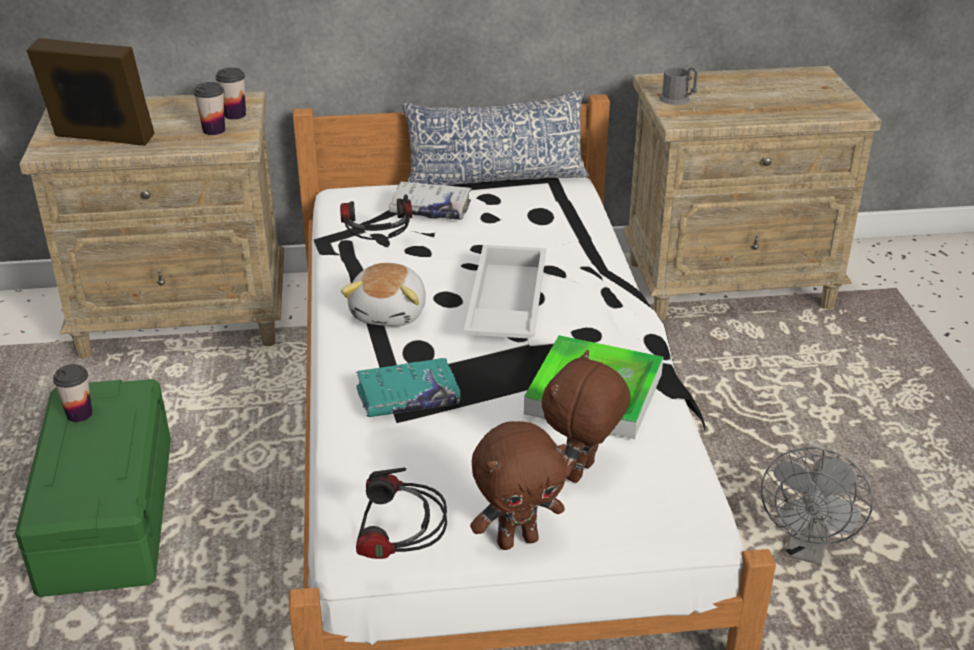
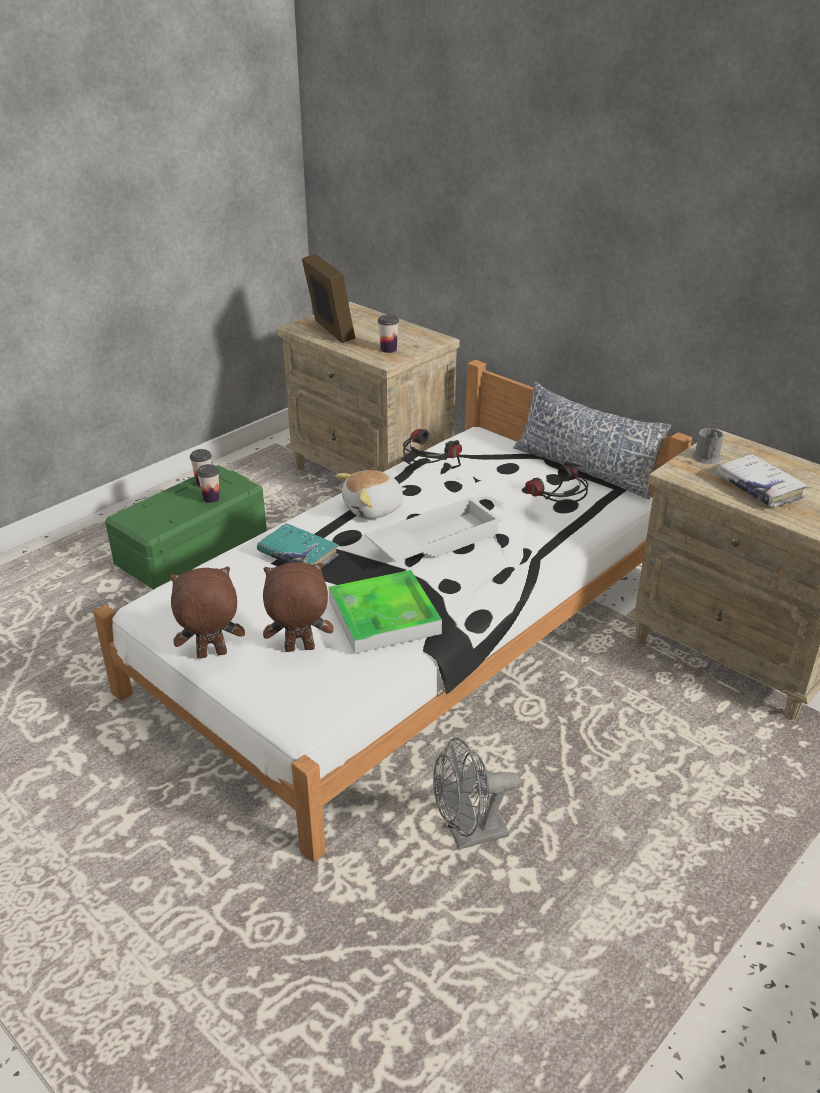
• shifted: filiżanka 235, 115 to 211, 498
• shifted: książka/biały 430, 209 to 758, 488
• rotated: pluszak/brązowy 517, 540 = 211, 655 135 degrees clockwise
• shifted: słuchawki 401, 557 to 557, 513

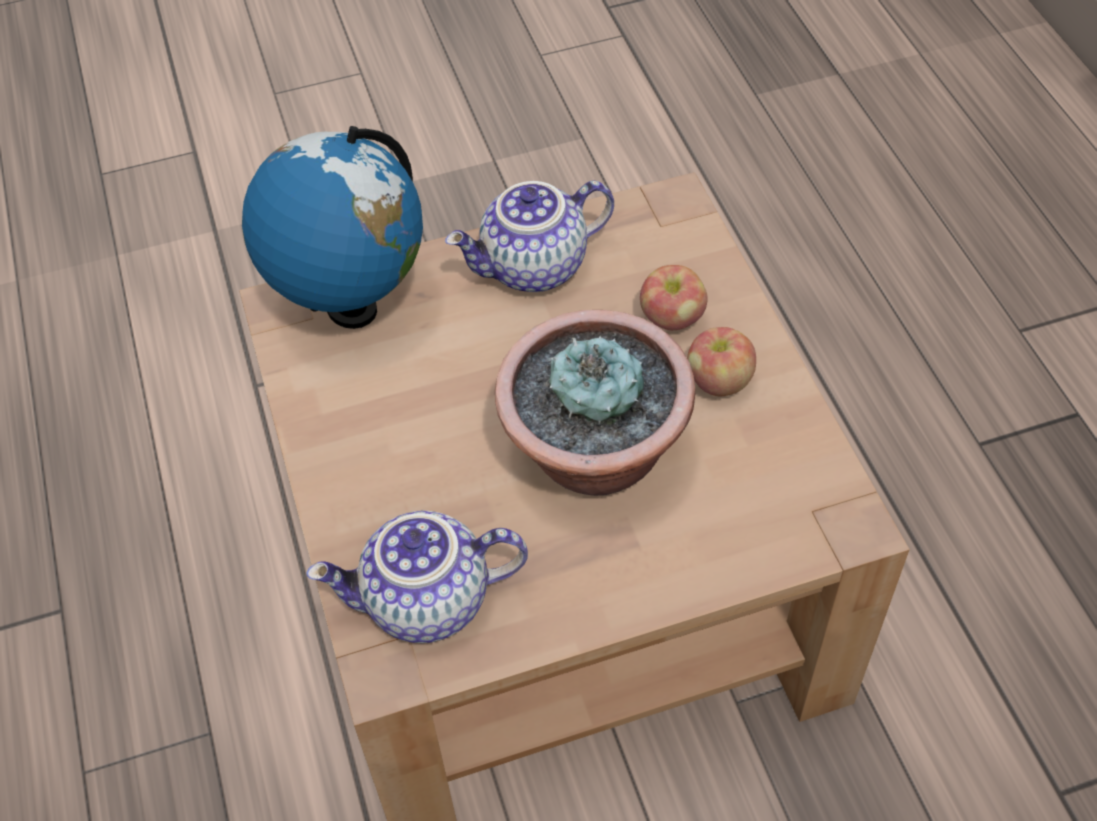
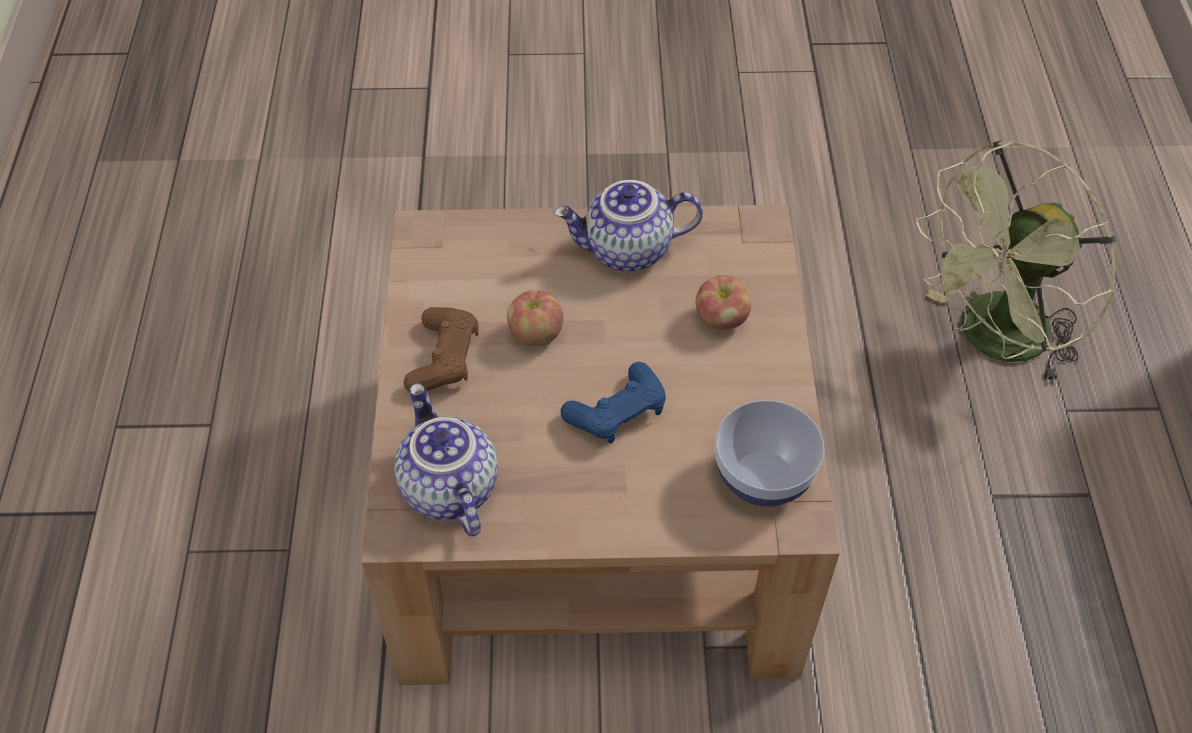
• gone: globus 351, 308
• swapped: roślina doniczkowa 594, 457 to pad do gier/niebieski 617, 412
• shifted: jabłko 719, 381 to 535, 334
• rotated: imbryk 426, 603 = 447, 488 60 degrees clockwise
• new: wentylator/zielony 992, 341
• new: pad do gier/brązowy 444, 358
• new: miska 763, 478

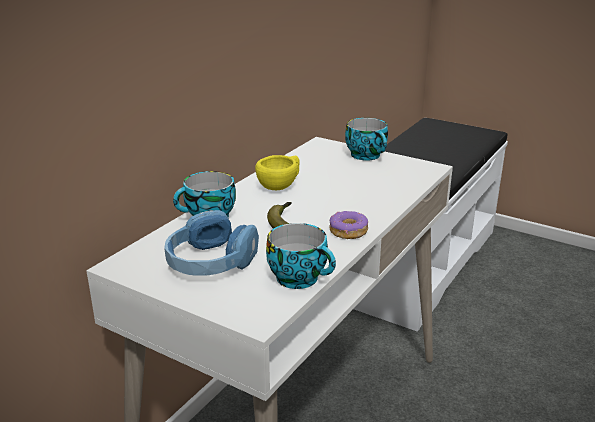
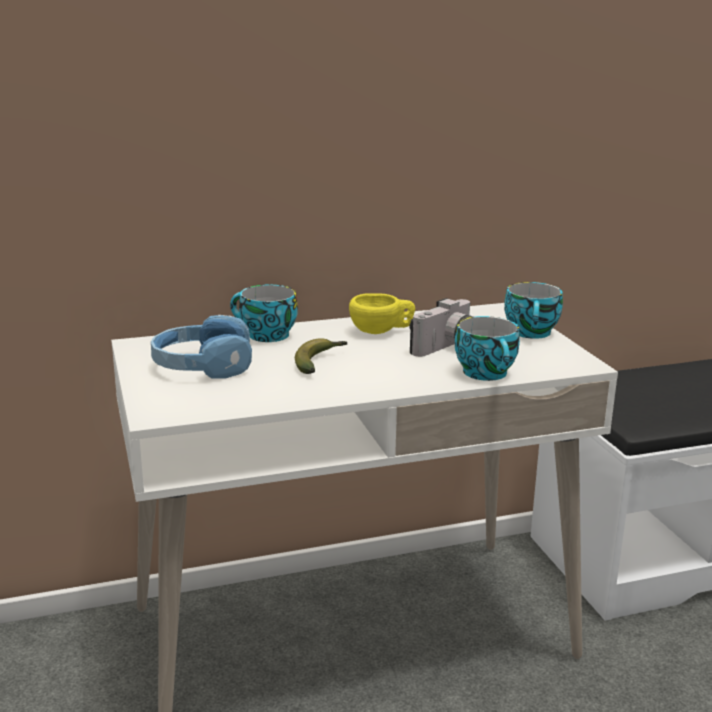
• gone: donut 348, 231
• shifted: filiżanka 300, 278 to 488, 373
• new: aparat fotograficzny 450, 348

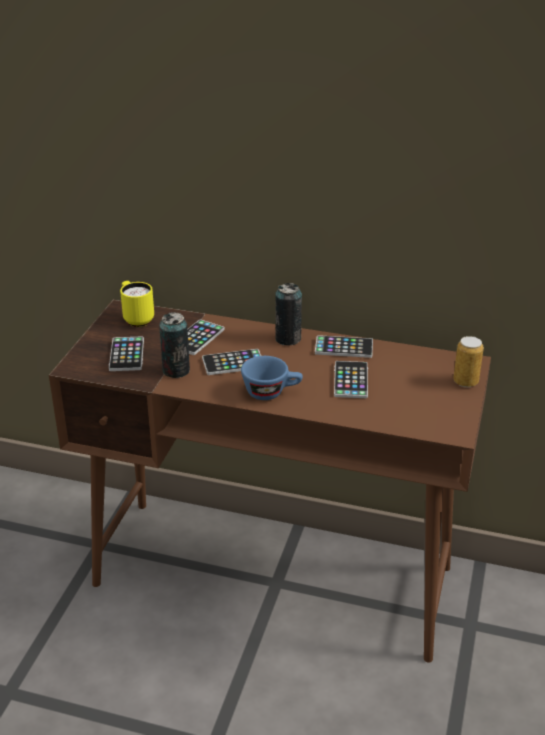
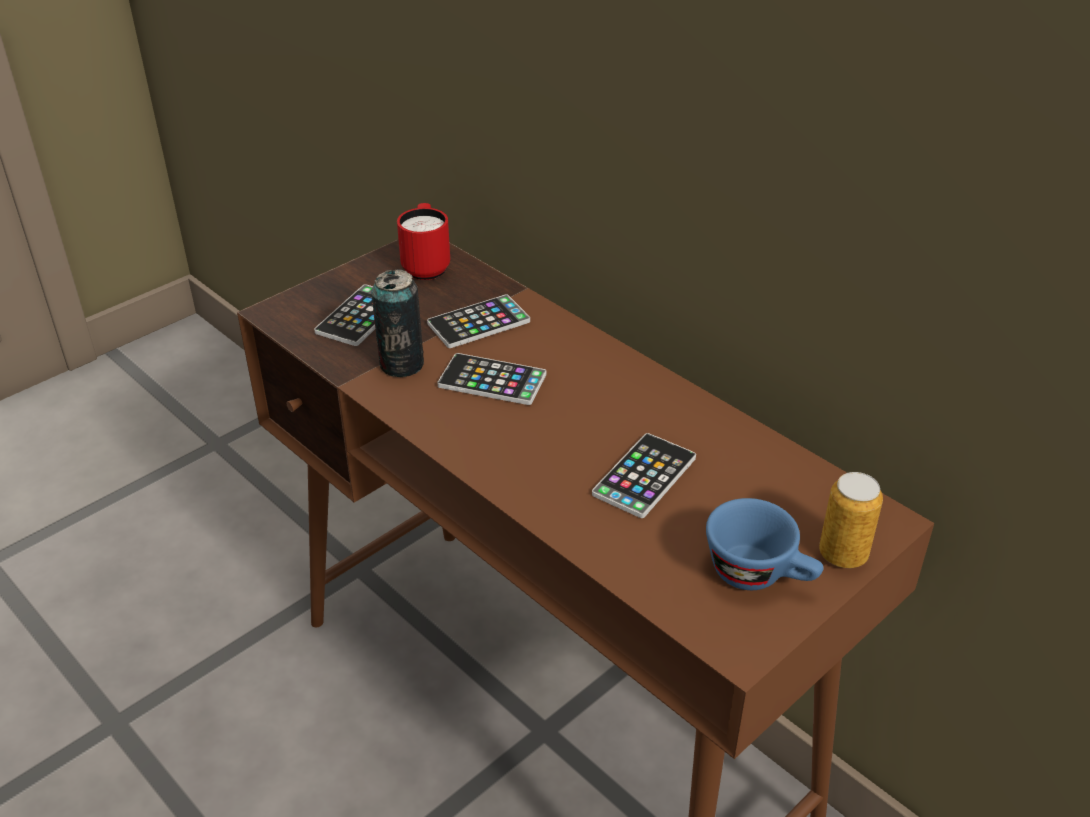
• repainted: kubek/żółty 136, 318 to kubek/czerwony 426, 265
• gone: puszka 288, 339
• gone: telefon 344, 347
• shifted: filiżanka/niebieski 271, 392 to 760, 574

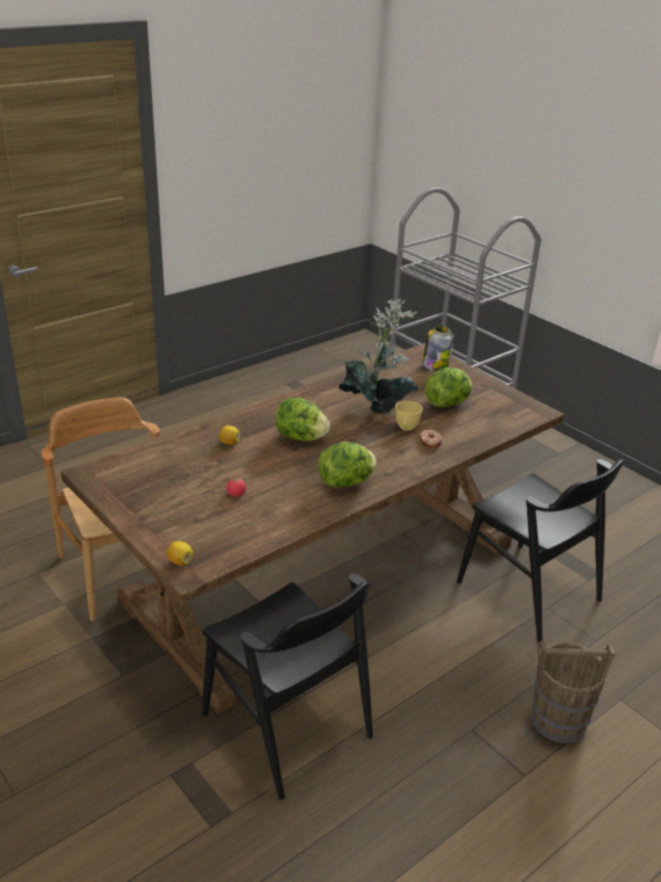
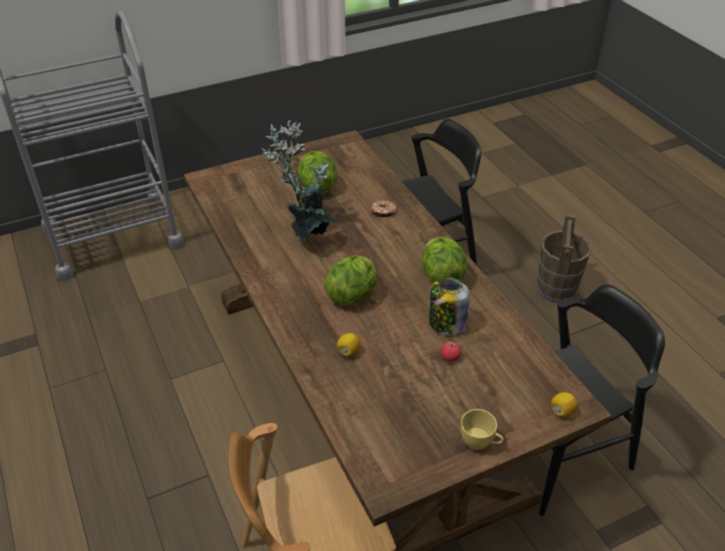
• shifted: słoik 435, 365 to 447, 324
• shifted: filiżanka/żółty 406, 428 to 480, 443

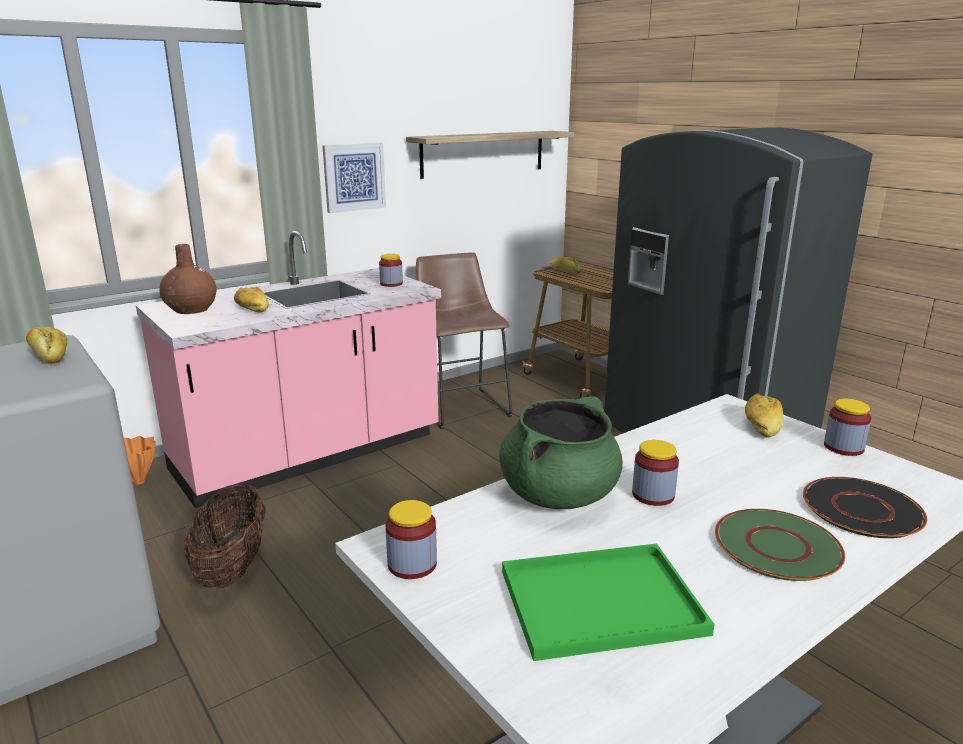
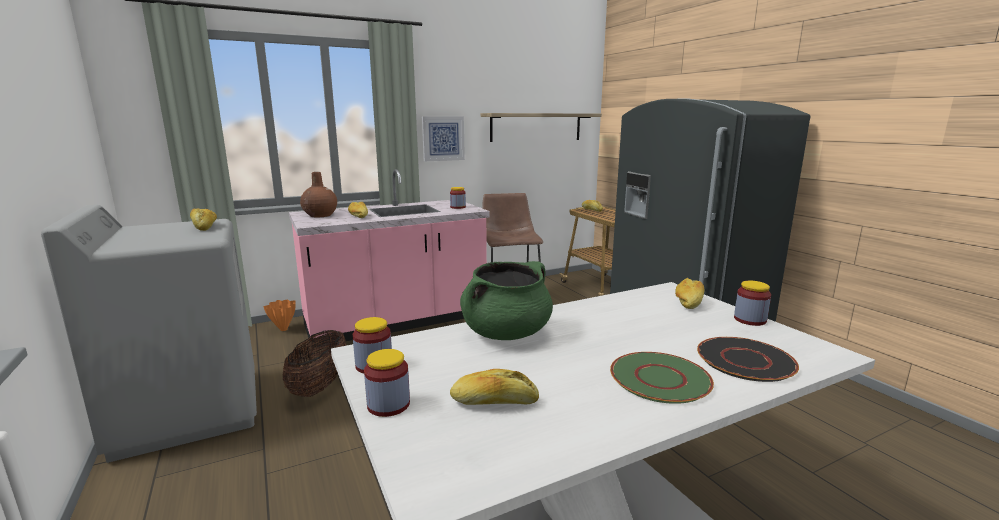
• shifted: słoik 653, 495 to 388, 405
• swapped: taca/zielony 597, 603 to chleb 494, 402

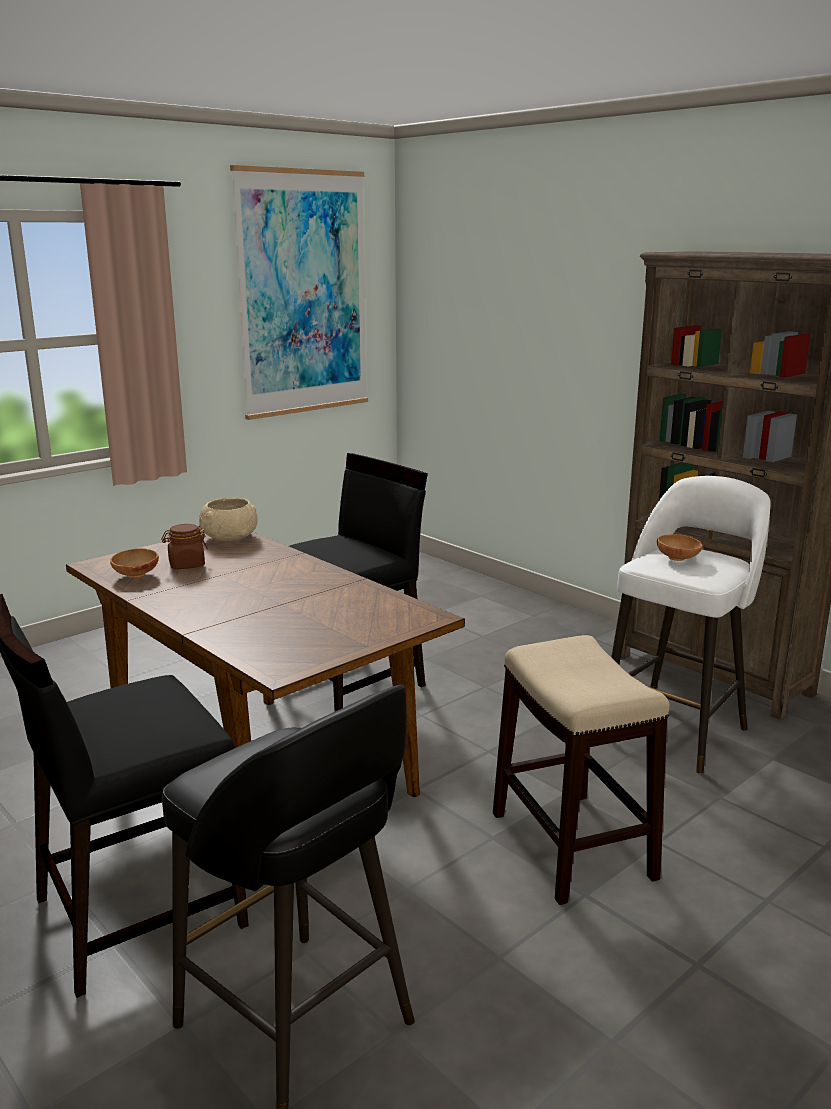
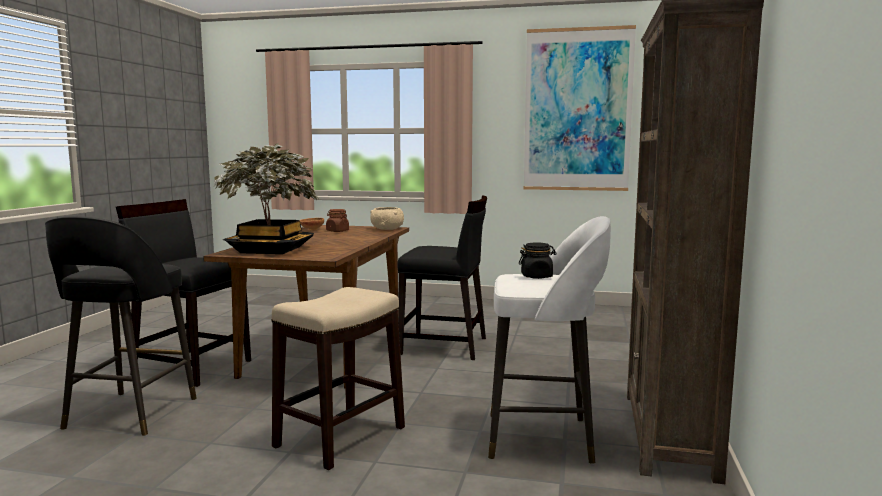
• swapped: miska/brązowy 678, 559 to słoik/czarny 537, 276
• new: roślina doniczkowa 270, 250

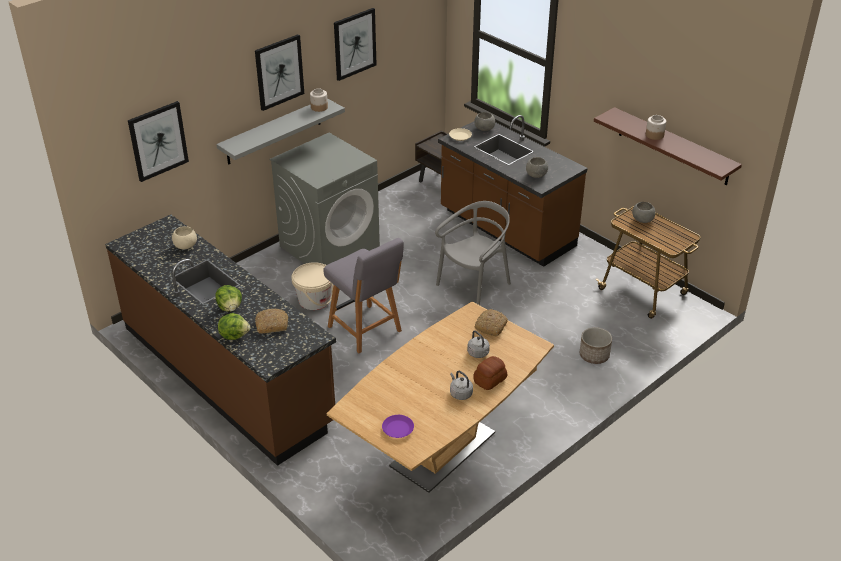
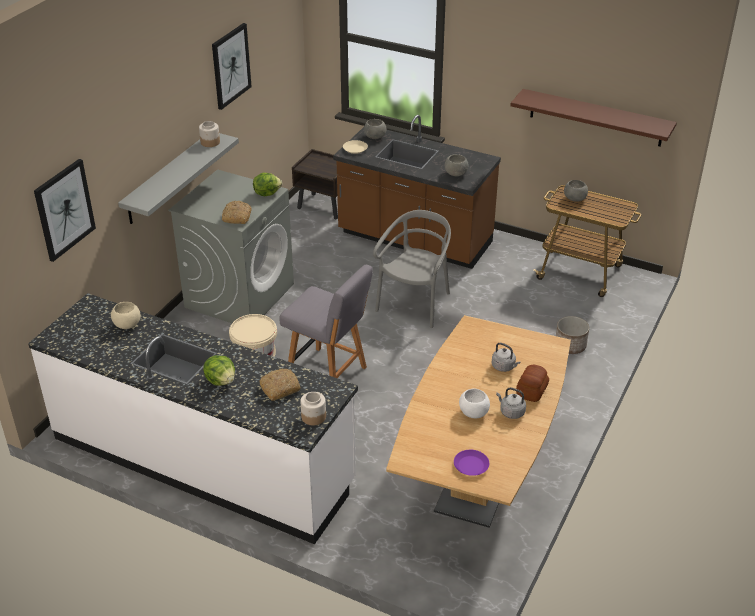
• gone: obraz 279, 72
• shifted: słoik 654, 135 to 313, 417
• repainted: zabudowa kuchenna/brązowy 227, 374 to zabudowa kuchenna/biały 203, 460
• shifted: chleb 491, 326 to 237, 217
• shifted: sałata 234, 335 to 267, 193
• new: miska/biały 473, 413

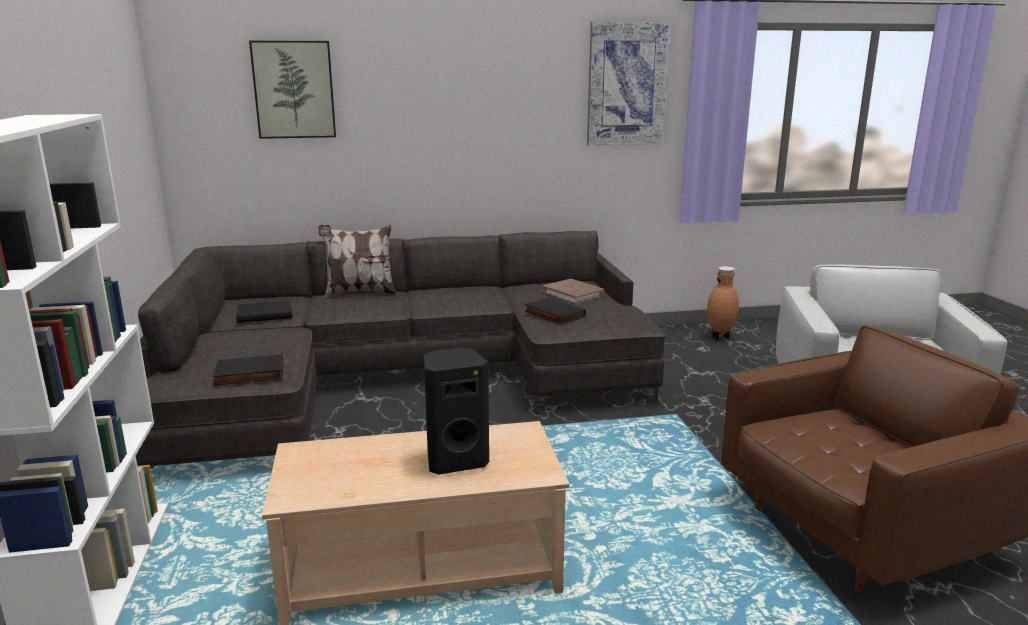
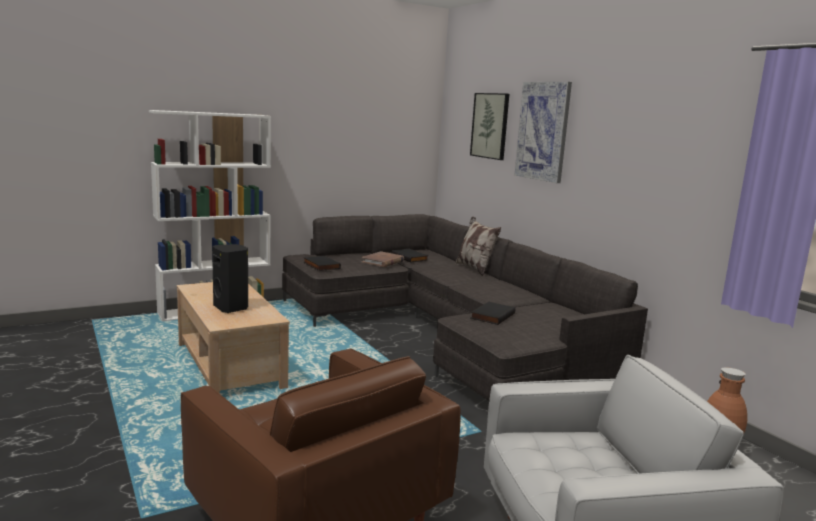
• shifted: obraz 626, 84 to 543, 131
• shifted: książka/brązowy 573, 294 to 383, 261

